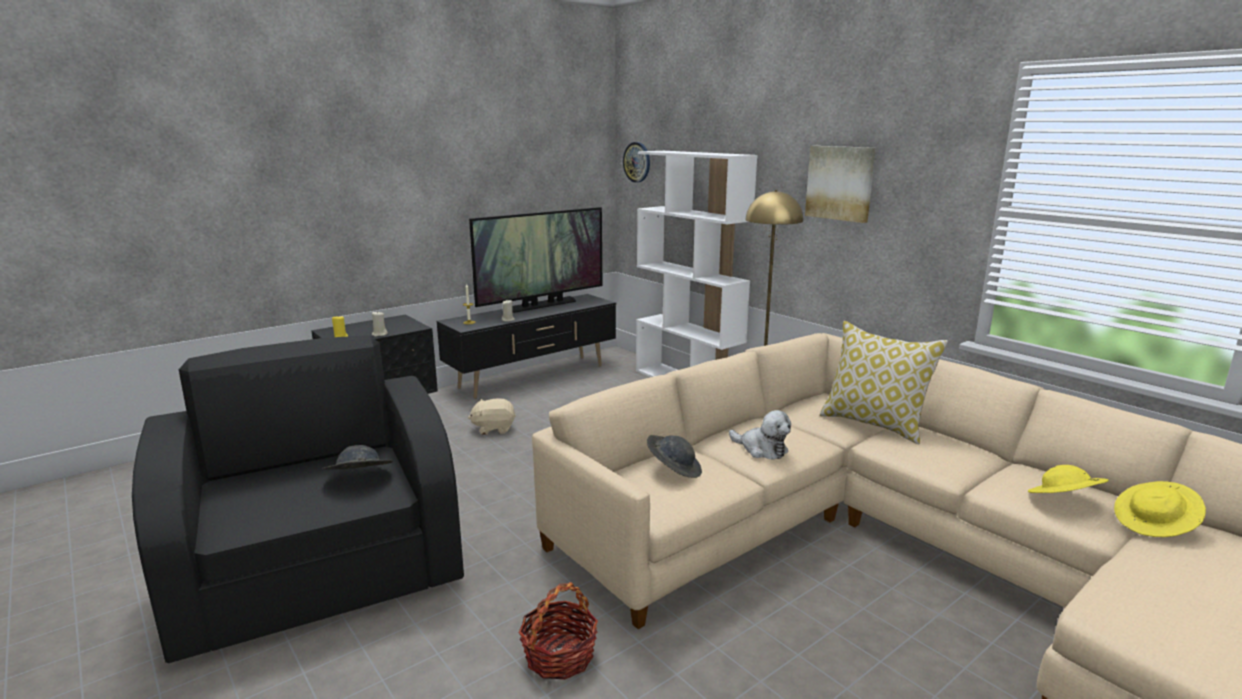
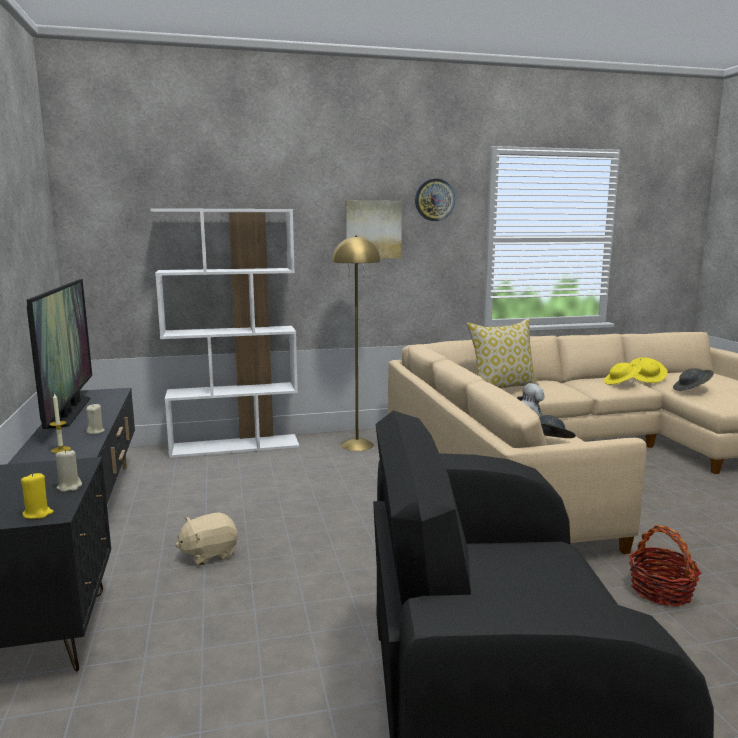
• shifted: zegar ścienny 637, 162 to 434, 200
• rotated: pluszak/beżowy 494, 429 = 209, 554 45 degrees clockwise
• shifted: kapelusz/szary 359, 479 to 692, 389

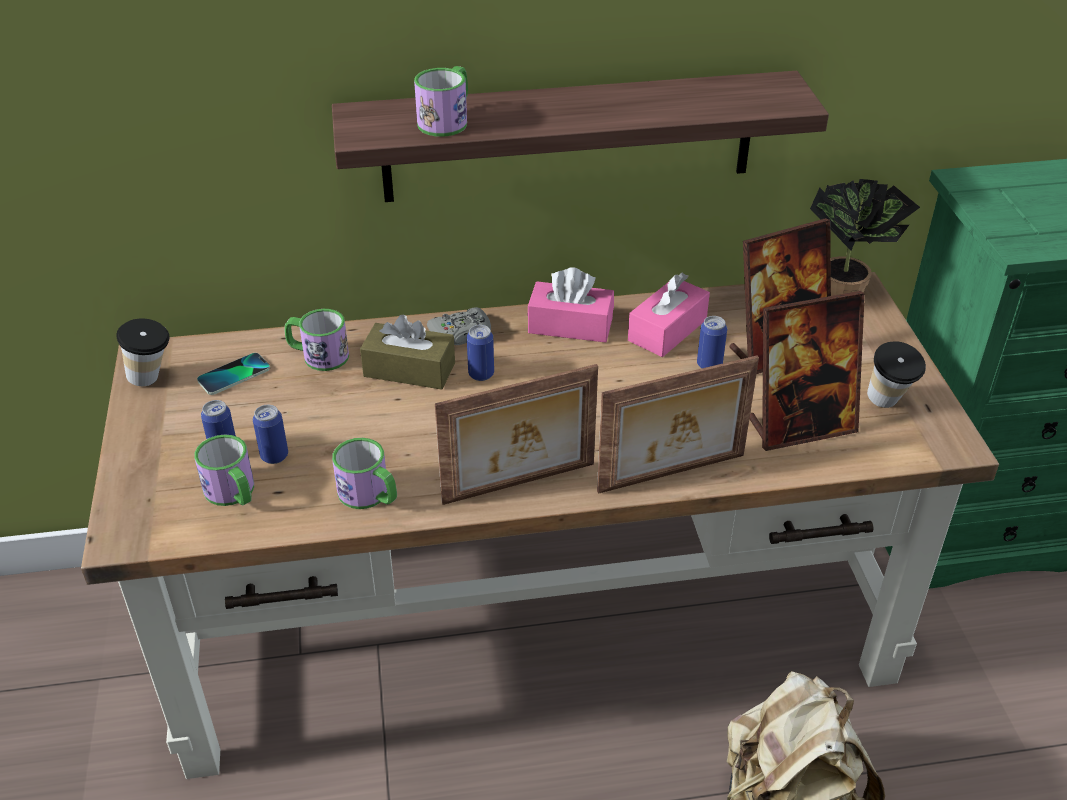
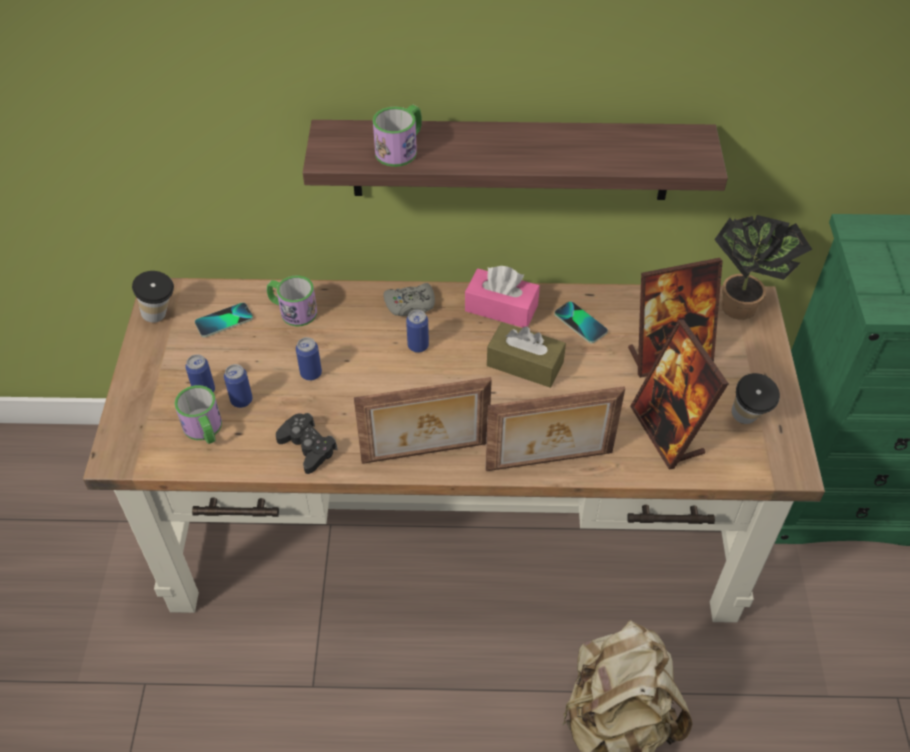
• swapped: pudełko chusteczek/różowy 667, 330 to telefon 580, 323
• rotated: ramka na zdjęcie 800, 426 = 667, 432 75 degrees clockwise
• shifted: pudełko chusteczek/brązowy 409, 370 to 525, 364
• shifted: puszka 709, 365 to 311, 373
• swapped: kubek 370, 495 to pad do gier/czarny 307, 447

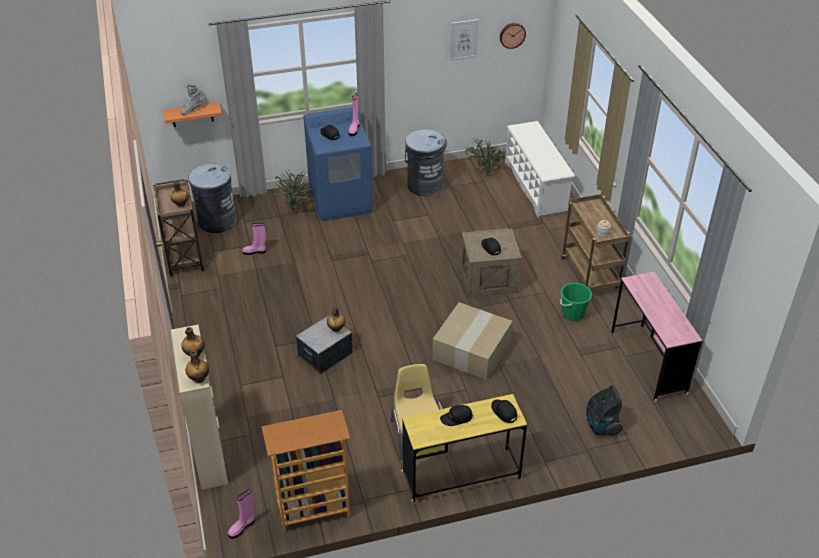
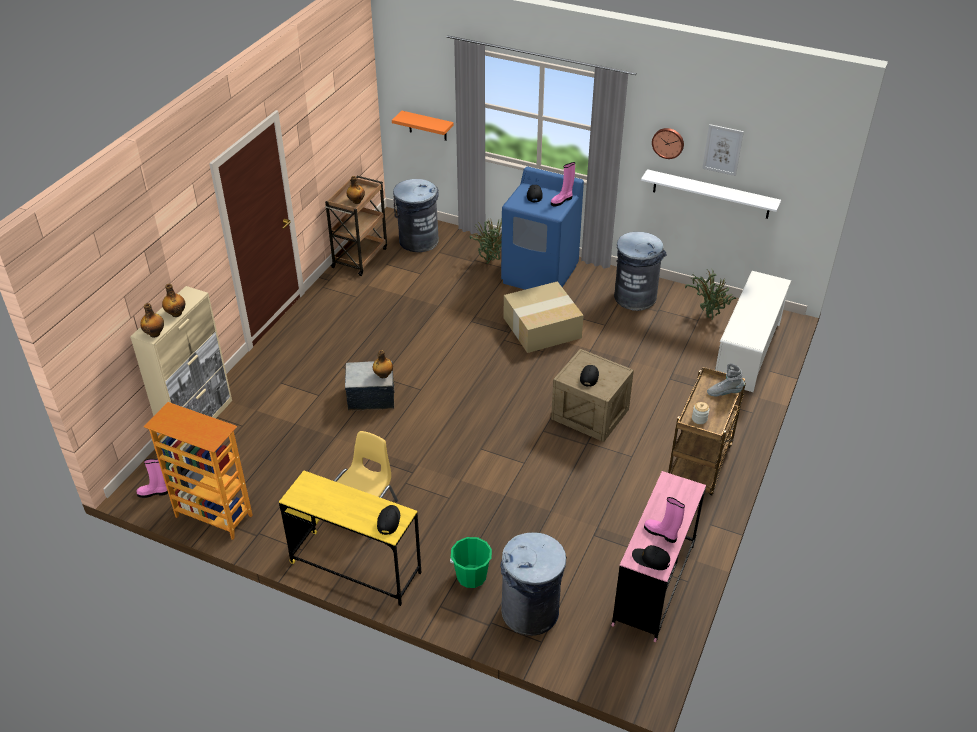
• shifted: zegar ścienny 512, 35 to 668, 142
• shifted: but z cholewką/szary 192, 109 to 724, 393
• shifted: but z cholewką/różowy 255, 251 to 661, 533
• shifted: wiadro/zielony 573, 313 to 471, 576
• shifted: karton 472, 351 to 541, 328
• swapped: odkurzacz 601, 426 to kosz na śmieci/szary 530, 612
• shifted: czapka z daszkiem/czarny 456, 418 to 651, 560
• new: półka/biały 711, 194

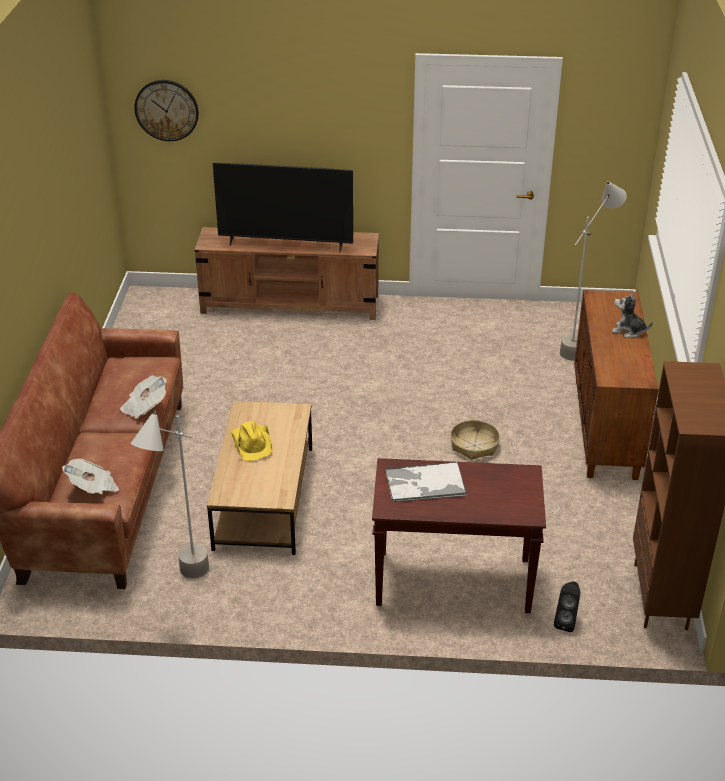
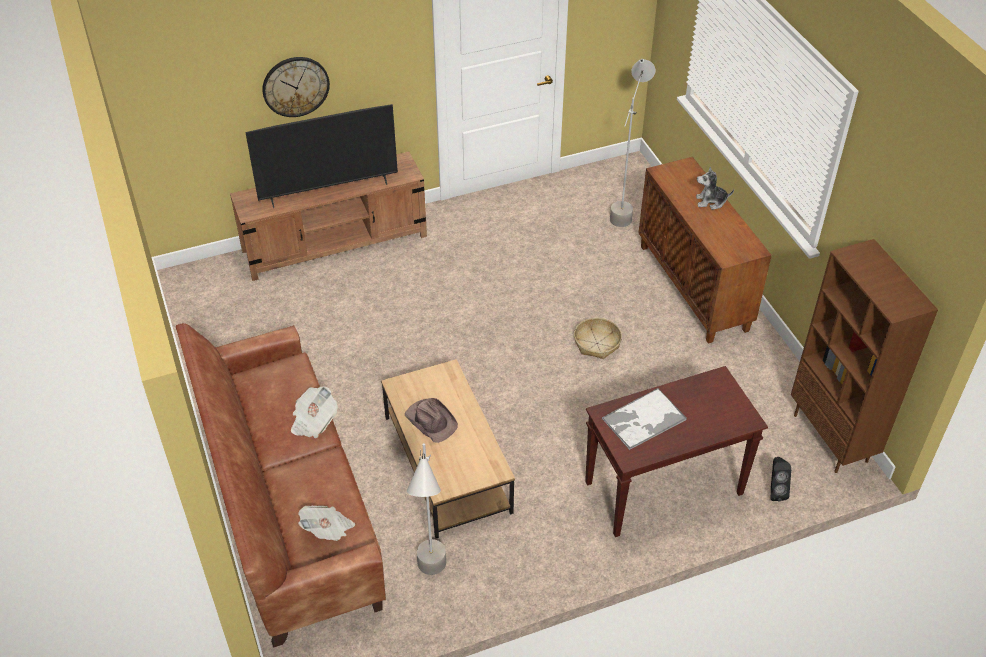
• shifted: zegar ścienny 166, 110 to 295, 86
• repainted: kapelusz/żółty 252, 443 to kapelusz/brązowy 431, 420

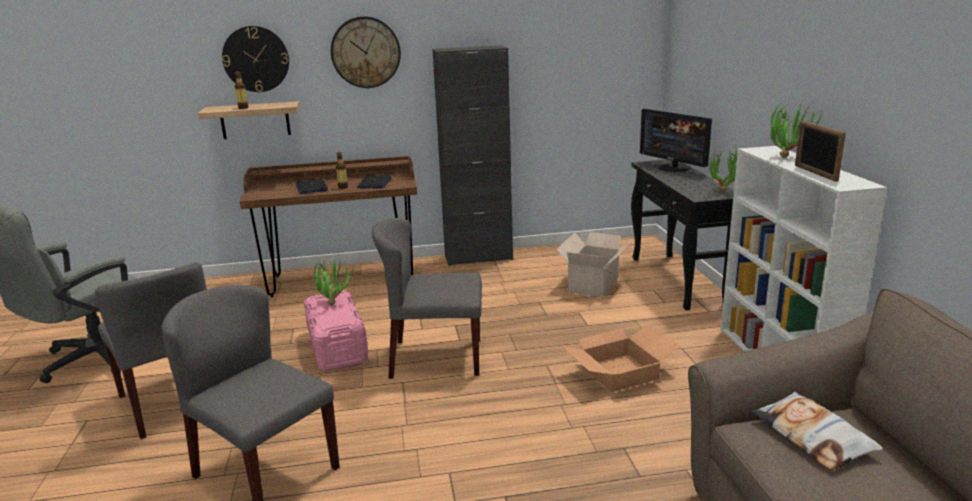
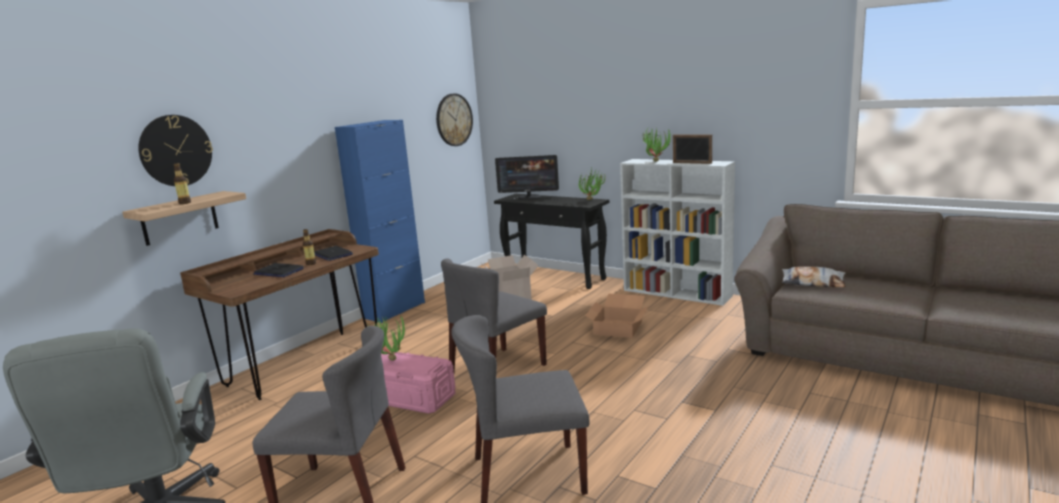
• shifted: zegar ścienny 365, 52 to 454, 120
• repainted: szafka/czarny 478, 257 to szafka/niebieski 394, 310

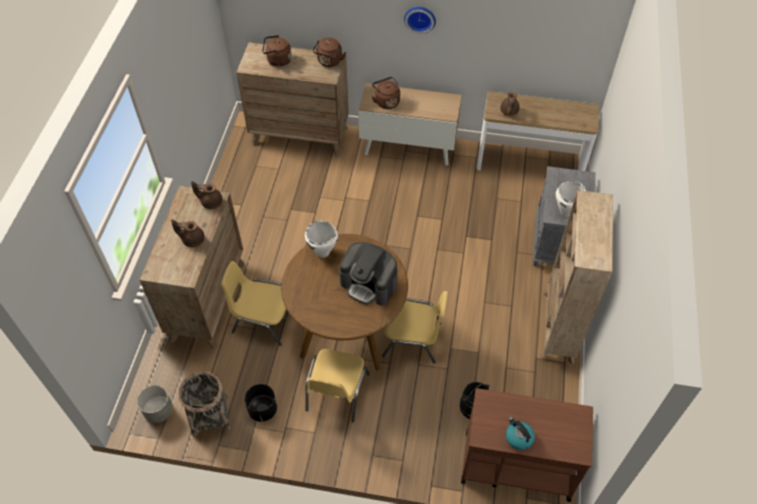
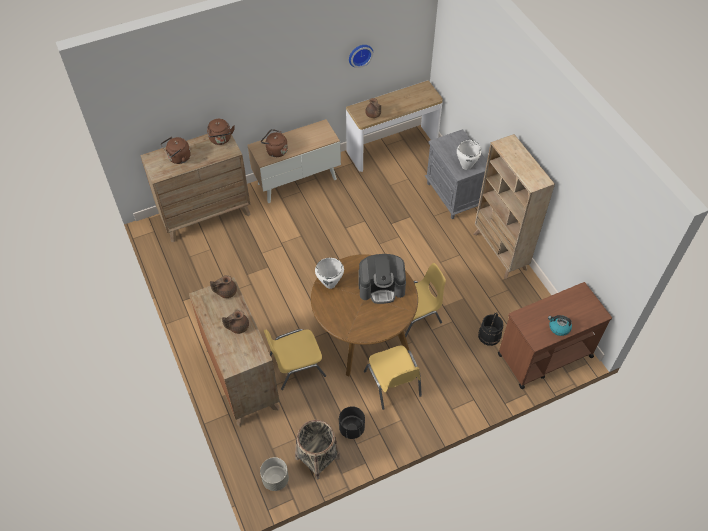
• shifted: zegar ścienny 420, 18 to 359, 54

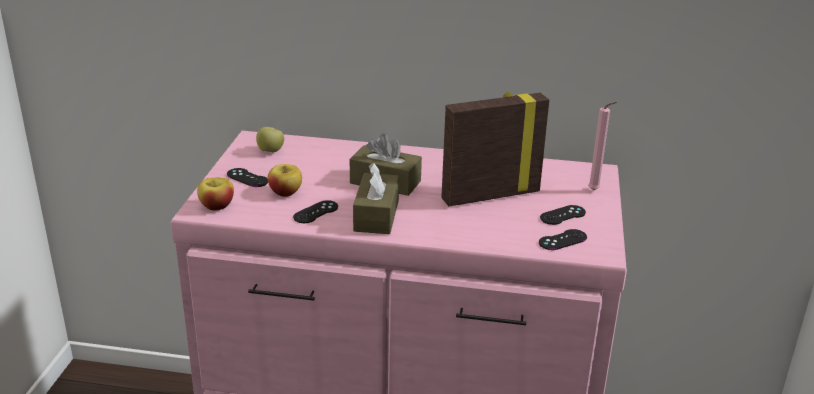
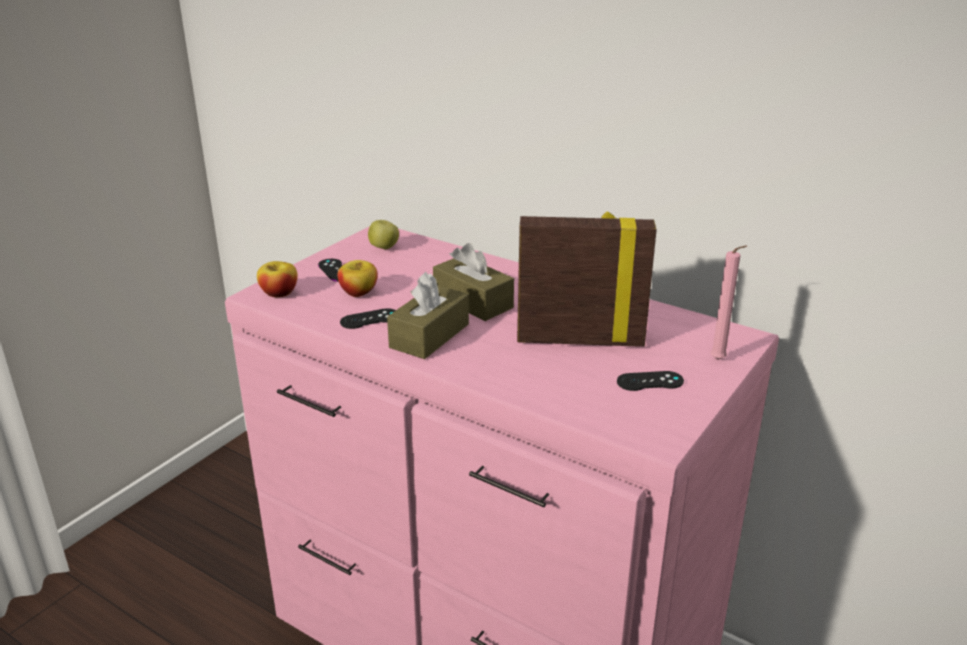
• gone: pad do gier/czarny 562, 240

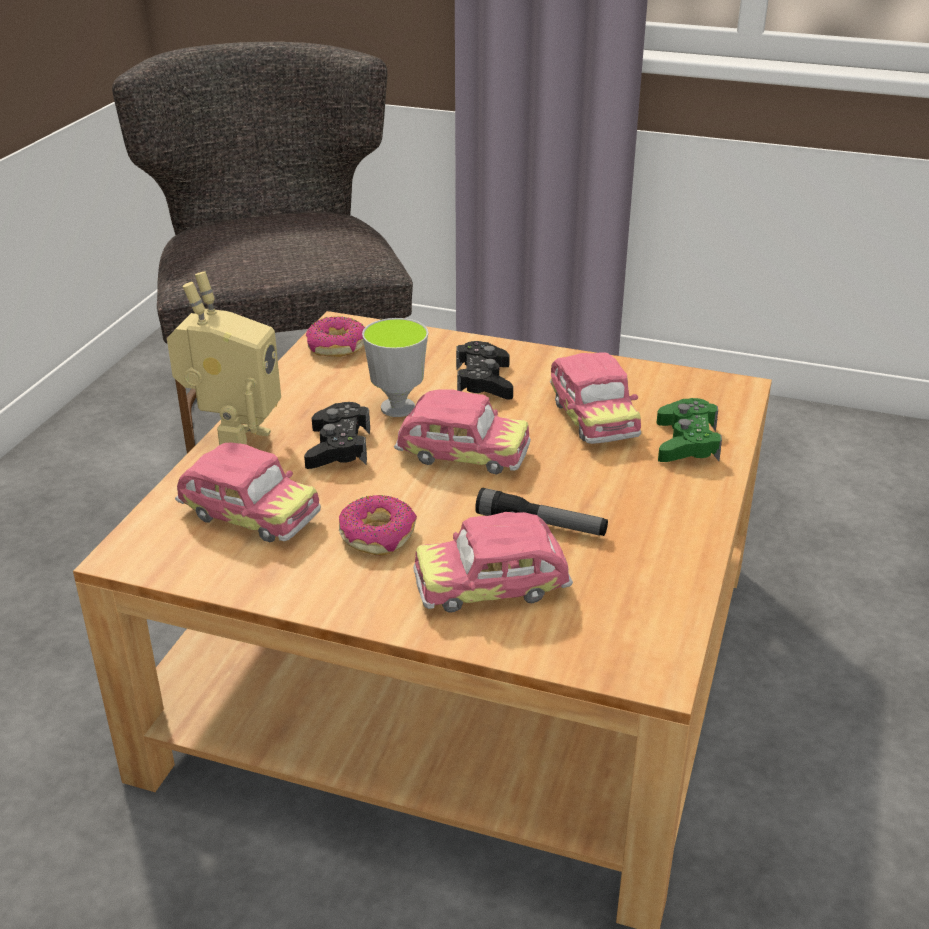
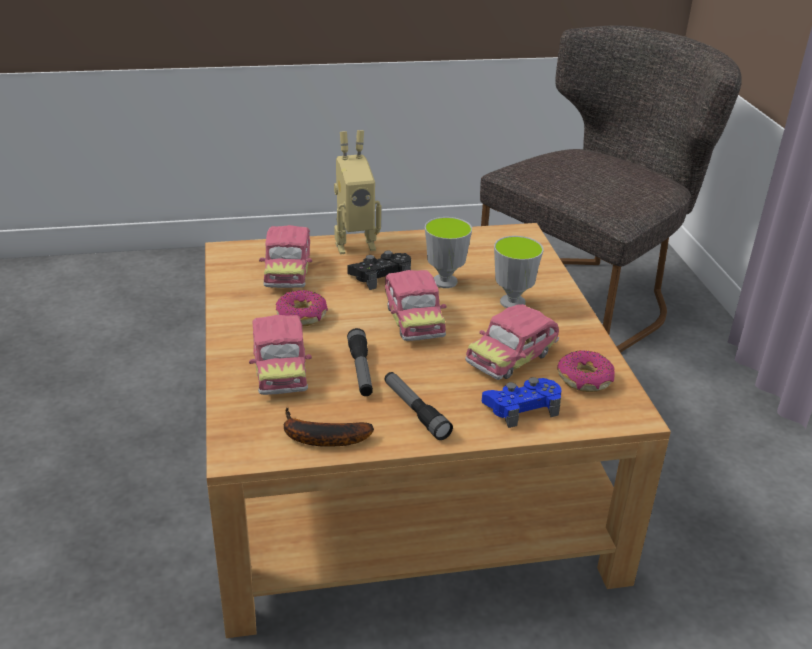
• shifted: donut 337, 347 to 584, 380
• swapped: pad do gier/czarny 484, 381 to filiżanka 512, 302
• repainted: pad do gier/zielony 686, 442 to pad do gier/niebieski 522, 407
• rotated: samochodzik 491, 587 = 280, 369 150 degrees counterclockwise
• new: latarka 415, 411
• new: banan 319, 438

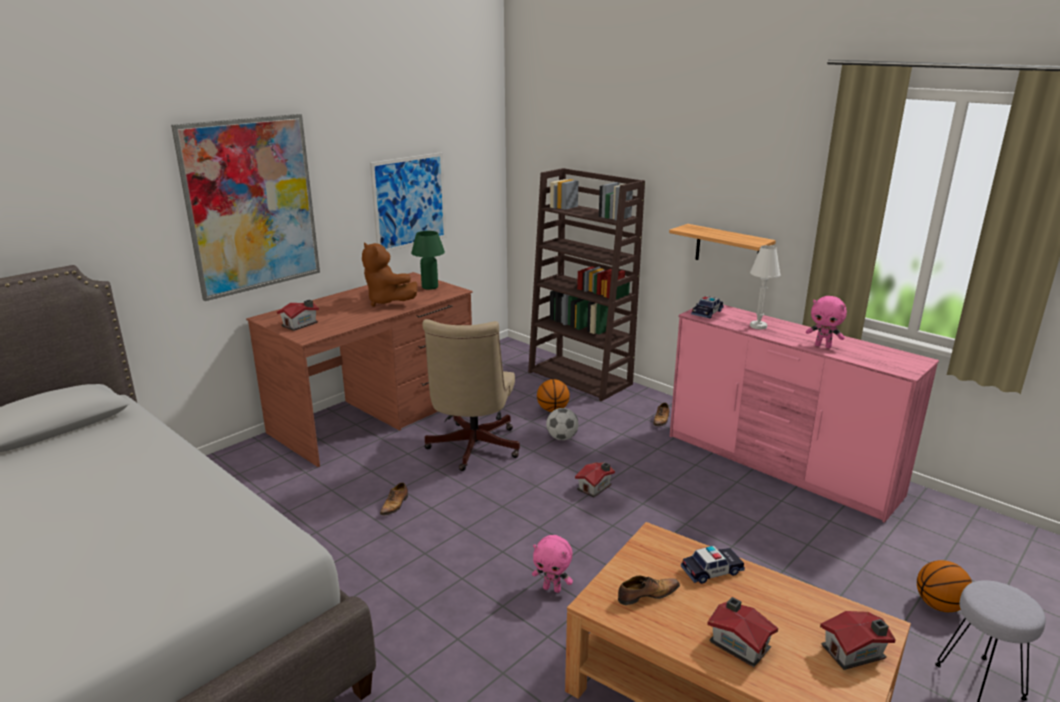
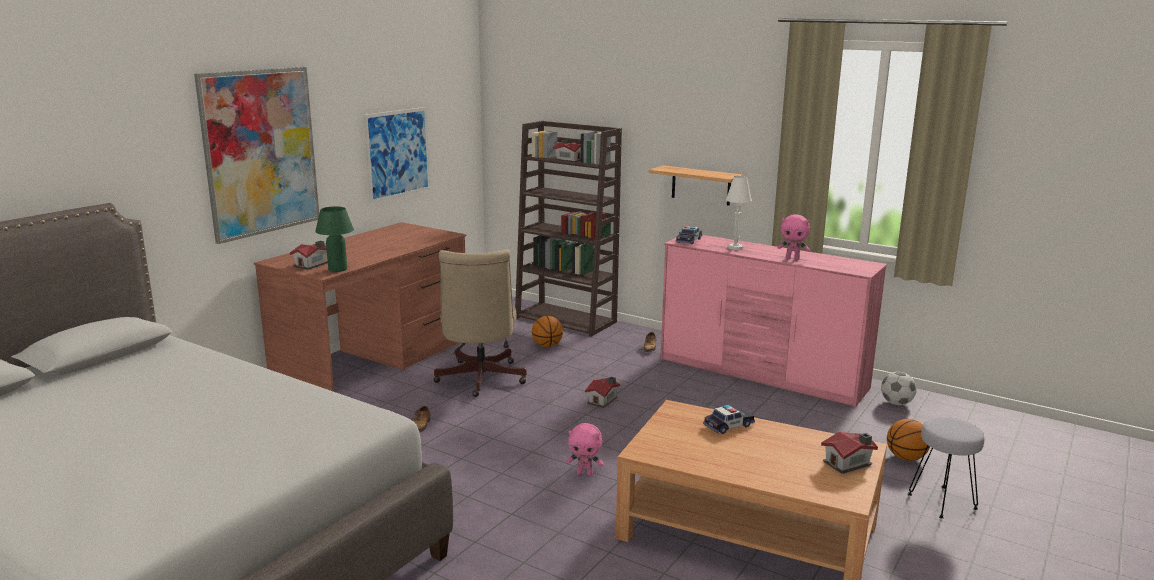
• shifted: lampa stołowa/zielony 430, 287 to 337, 269
• gone: pluszak/brązowy 387, 301
• shifted: piłka futbolowa 562, 438 to 896, 403
• gone: but 646, 595
• shifted: domek 739, 643 to 568, 160

